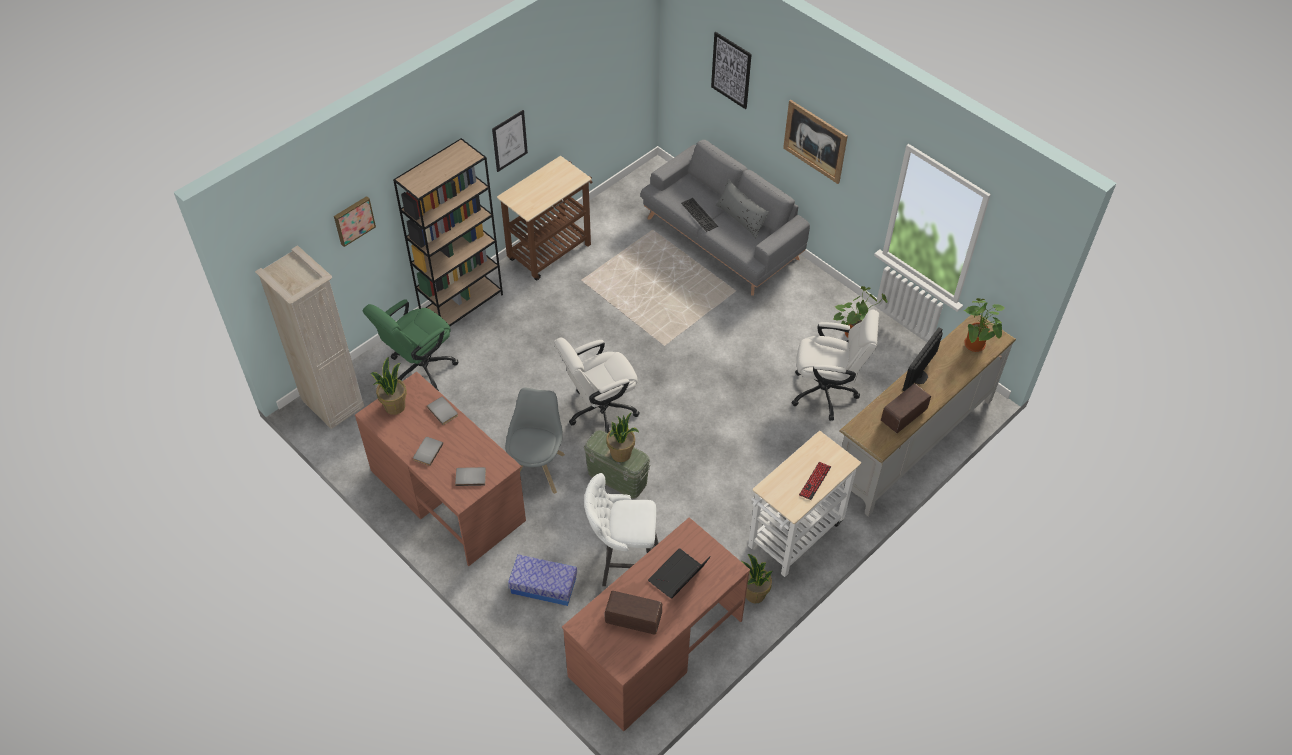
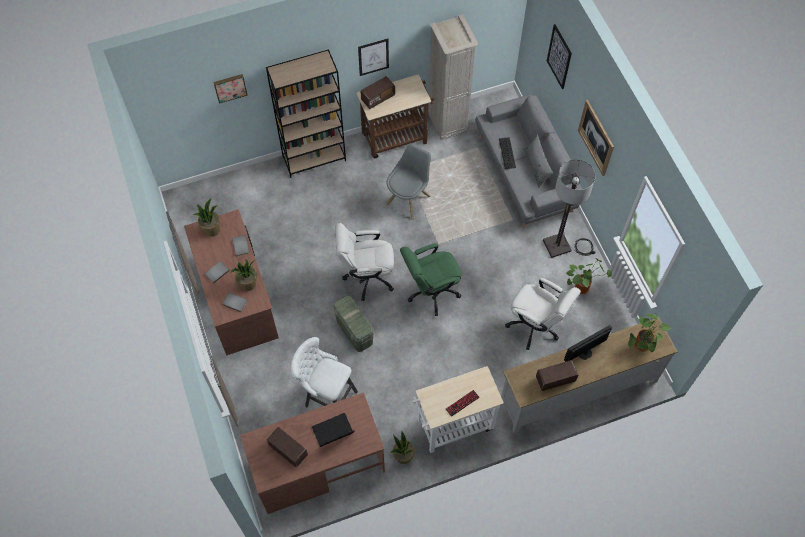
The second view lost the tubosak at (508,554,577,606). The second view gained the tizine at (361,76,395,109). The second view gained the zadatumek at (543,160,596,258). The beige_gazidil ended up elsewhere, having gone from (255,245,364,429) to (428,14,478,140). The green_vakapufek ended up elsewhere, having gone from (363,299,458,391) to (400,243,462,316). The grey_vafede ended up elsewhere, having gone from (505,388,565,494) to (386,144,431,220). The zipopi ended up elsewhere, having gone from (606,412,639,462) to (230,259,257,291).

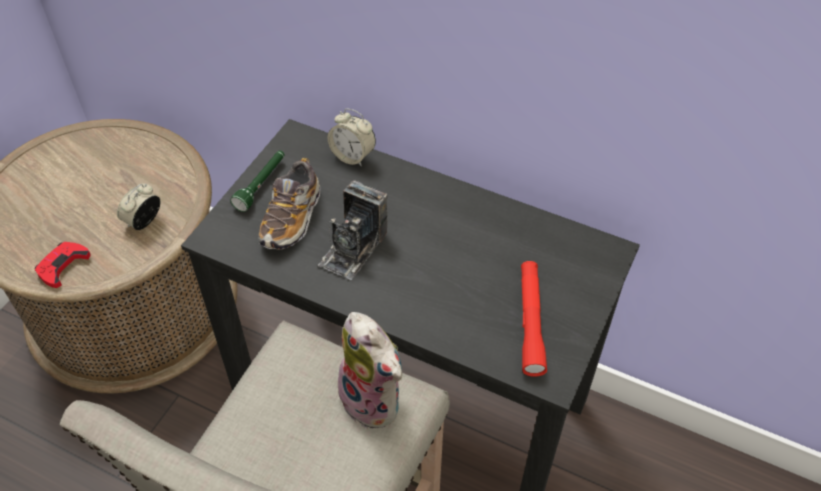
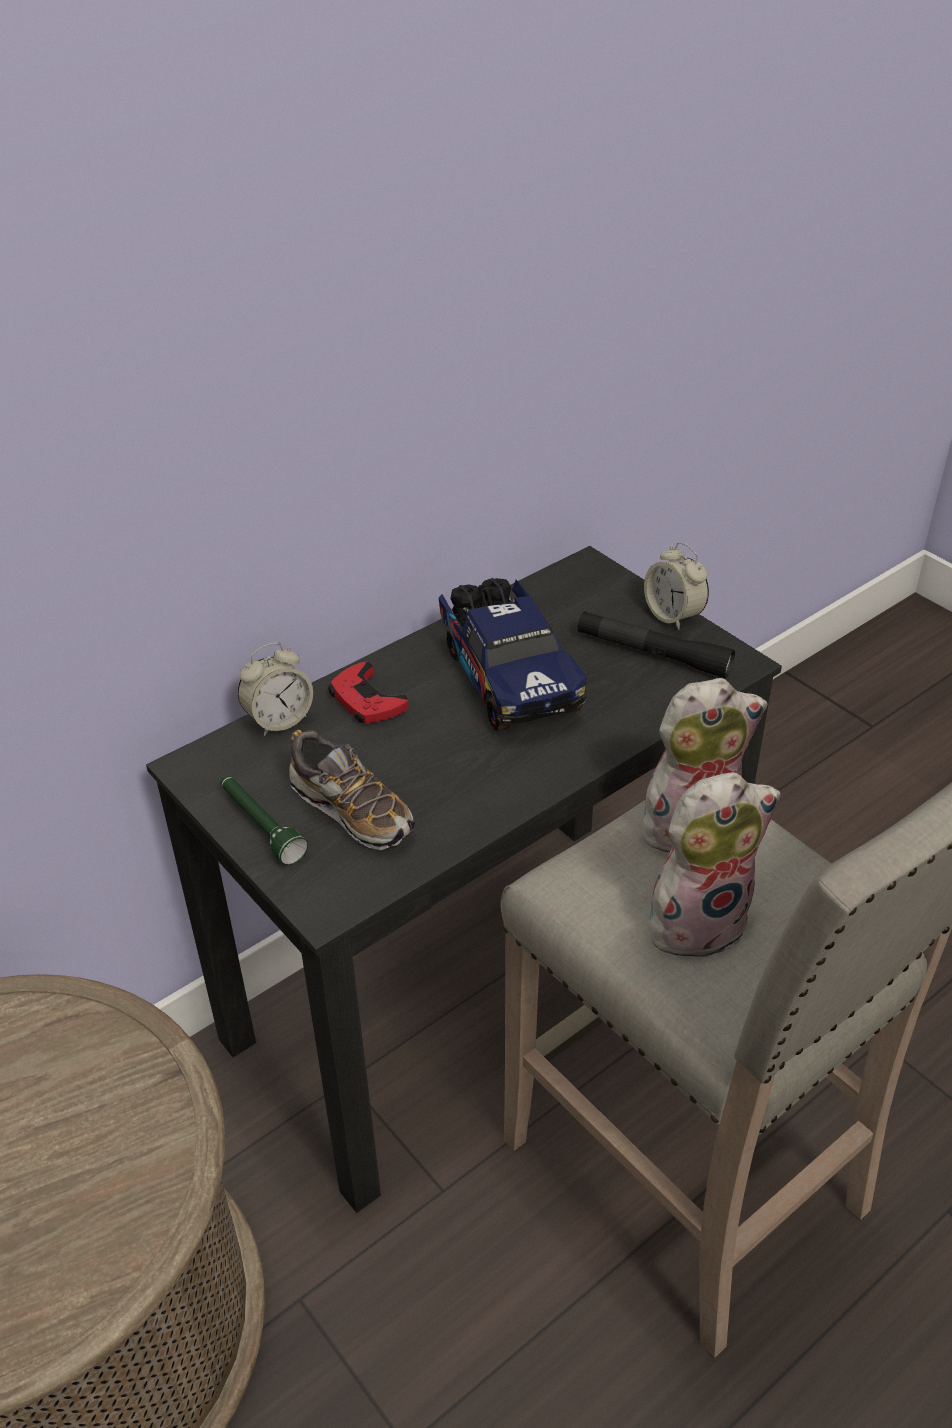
The second view lost the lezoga at (318,180,387,280). The second view gained the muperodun at (439,578,587,731). The second view gained the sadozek at (649,772,781,964). The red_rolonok ended up elsewhere, having gone from (35,242,91,288) to (328,661,409,724). The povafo ended up elsewhere, having gone from (117,184,160,230) to (644,542,709,630). What was the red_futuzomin at (521,261,547,377) turned into the black_futuzomin at (578,611,735,679).

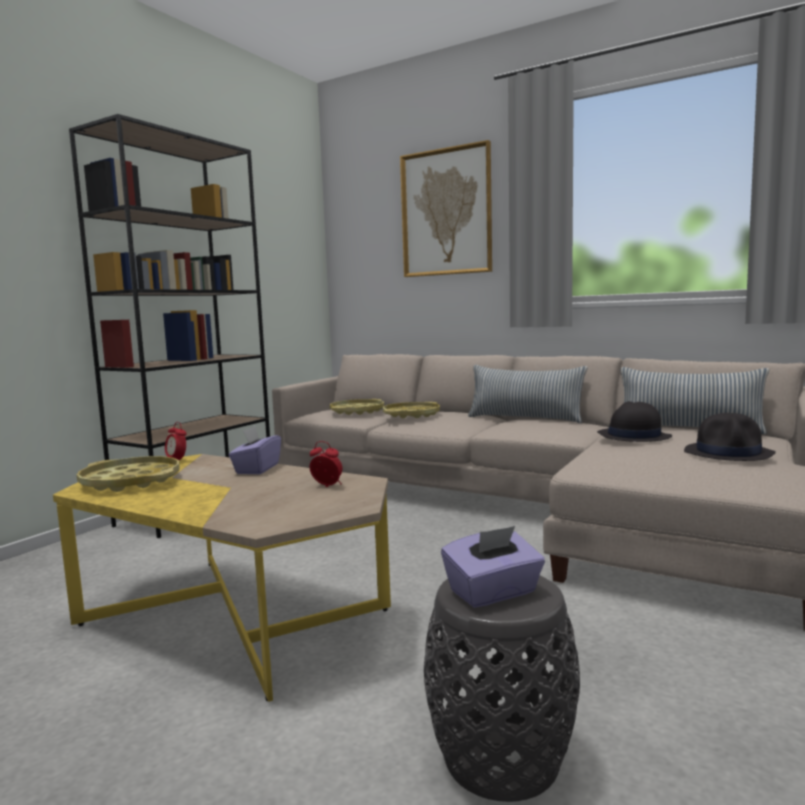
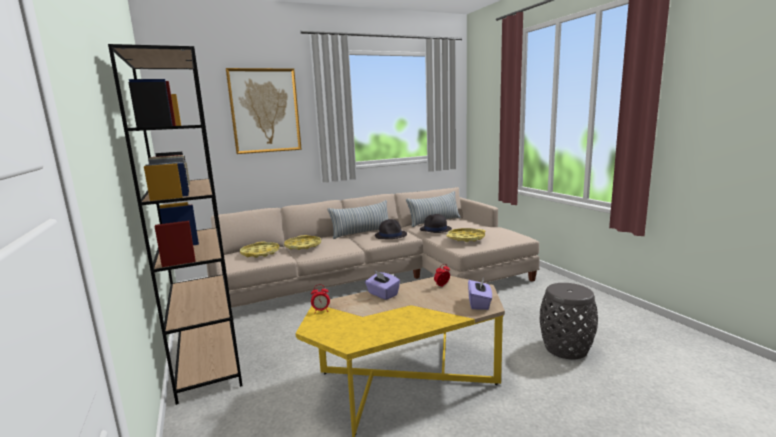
The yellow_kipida ended up elsewhere, having gone from (77,456,180,492) to (446,228,485,242). The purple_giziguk ended up elsewhere, having gone from (441,526,545,608) to (468,278,492,310). The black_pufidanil ended up elsewhere, having gone from (684,413,776,461) to (375,219,407,239).

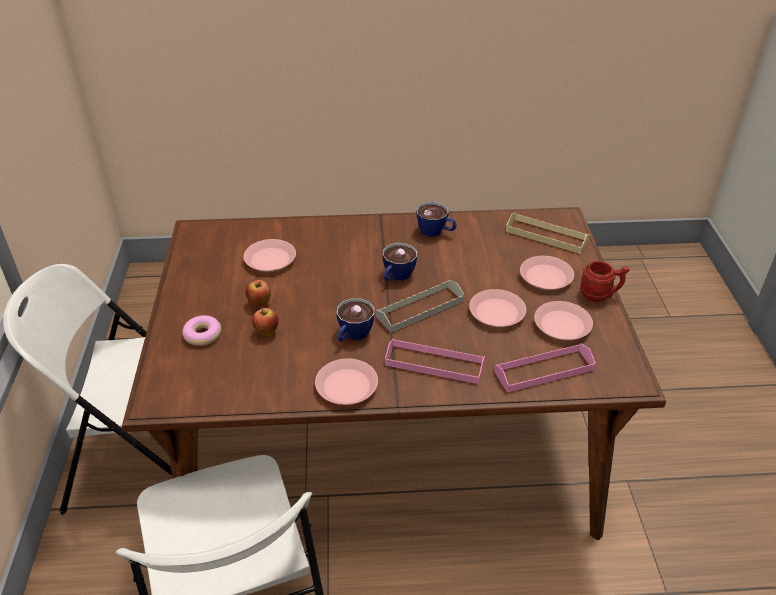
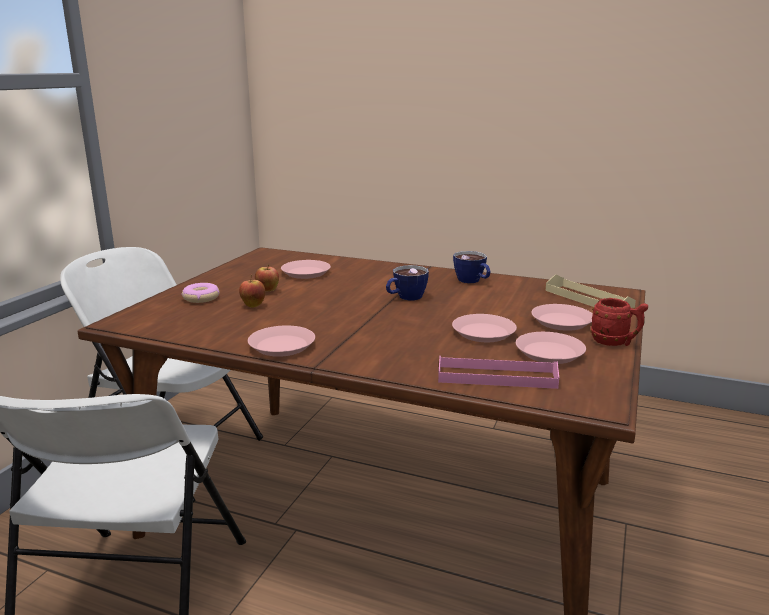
The second view lost the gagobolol at (336,298,374,342). The second view lost the grey_kipida at (376,280,464,333). The second view lost the pink_kipida at (385,339,485,384).

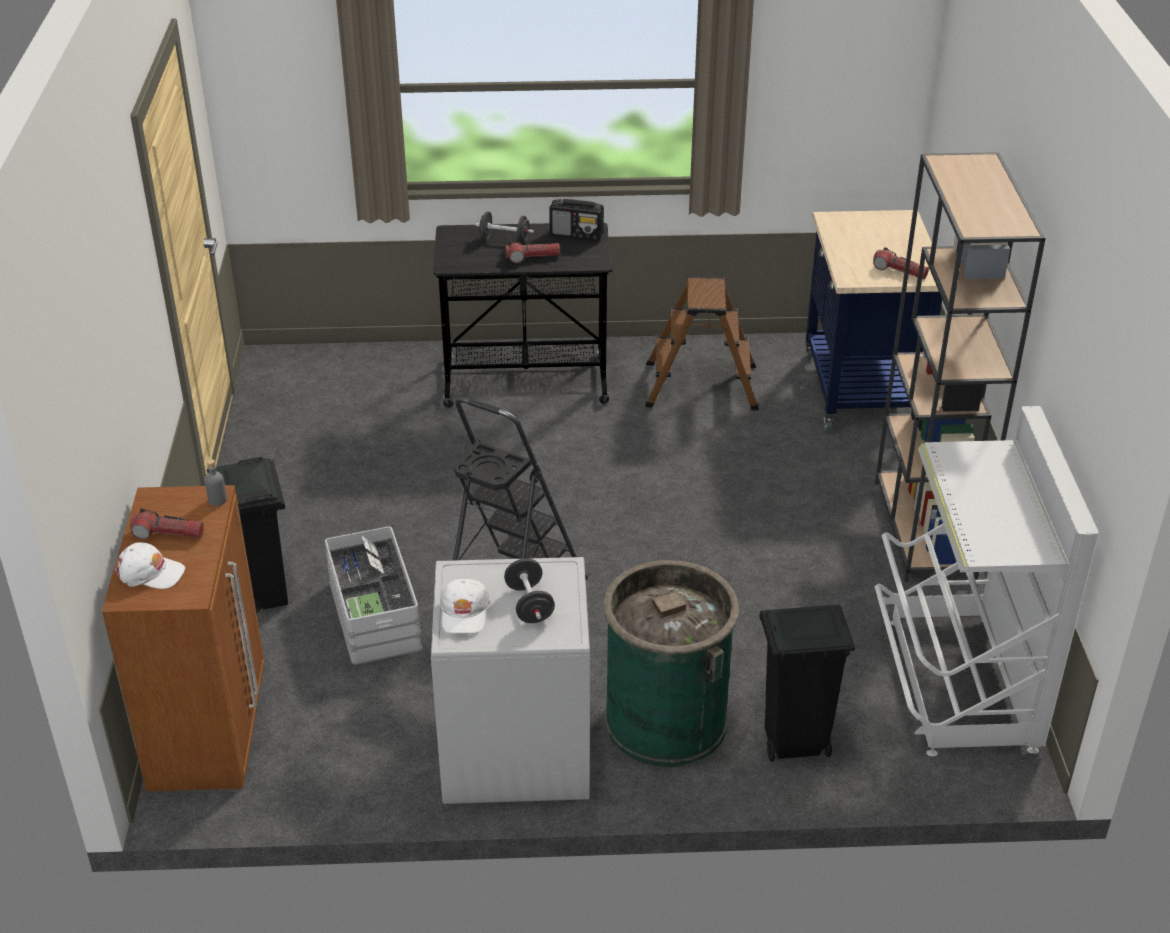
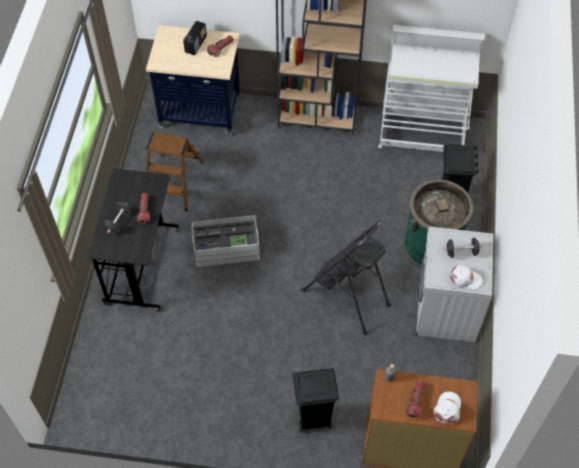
The grey_tubosak ended up elsewhere, having gone from (325,526,423,665) to (192,216,260,267). The tizine ended up elsewhere, having gone from (549,198,604,241) to (183,21,207,55).

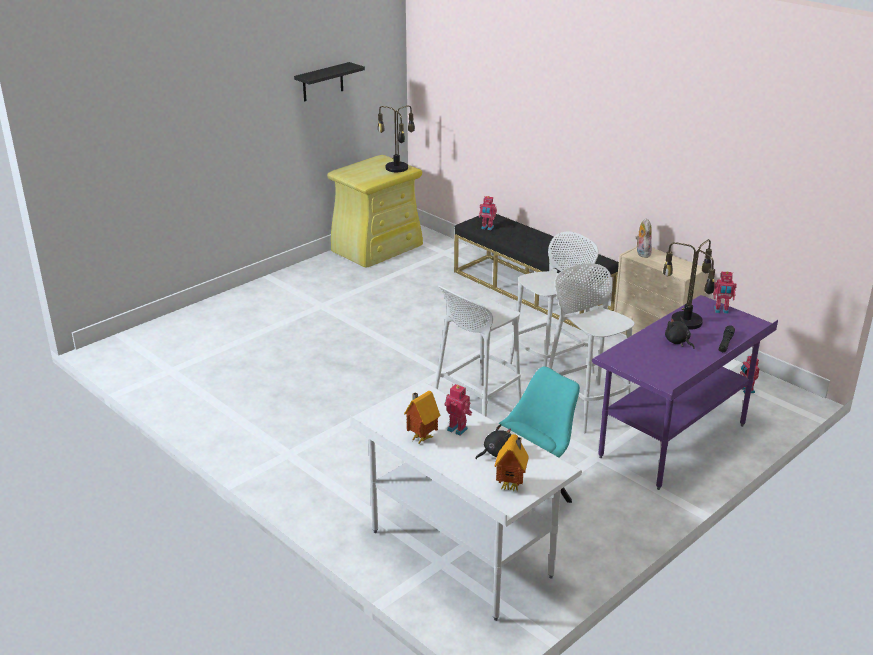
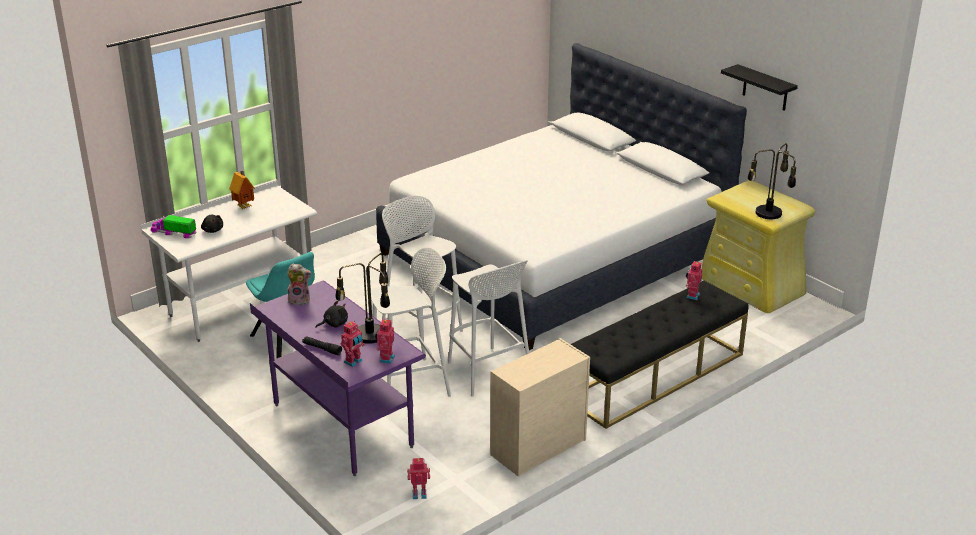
The second view gained the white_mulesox at (376,43,747,350). The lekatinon ended up elsewhere, having gone from (444,384,472,436) to (341,321,365,367). The sadozek ended up elsewhere, having gone from (636,218,652,258) to (287,263,311,305). Where the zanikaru stood at (494,434,529,491), the muperodun came to stand at (151,215,197,238).

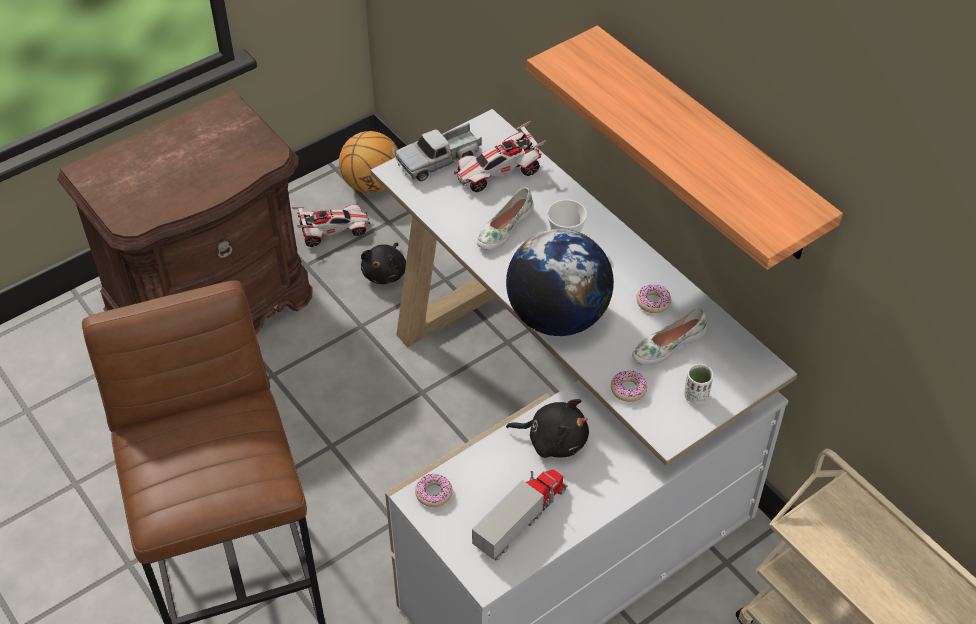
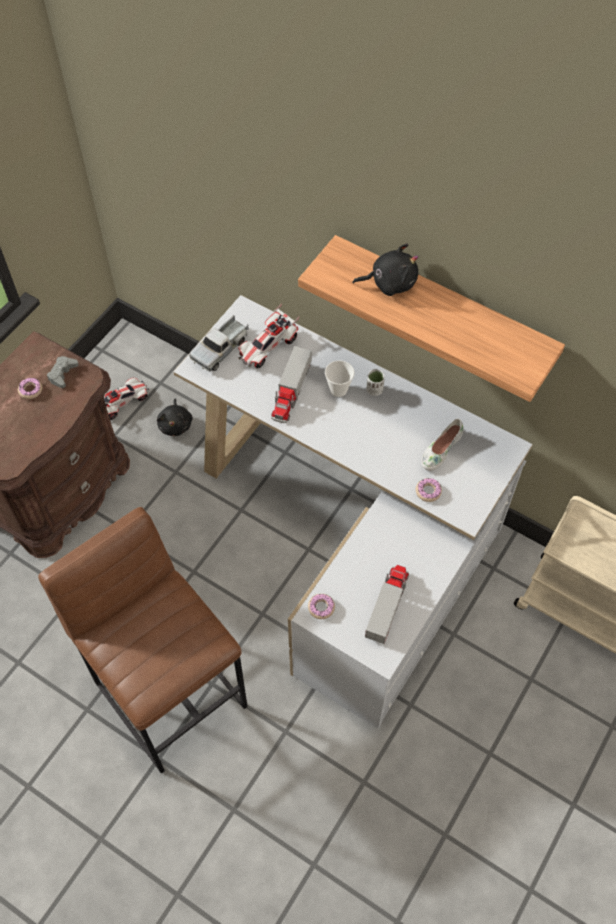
The second view lost the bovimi at (339,131,398,193). The second view lost the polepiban at (506,229,614,336). The second view gained the grey_rolonok at (47,356,79,388). The black_sadozek ended up elsewhere, having gone from (506,399,589,458) to (353,244,419,296). The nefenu ended up elsewhere, having gone from (637,284,671,313) to (18,378,42,399). The white_gagobolol ended up elsewhere, having gone from (684,364,713,404) to (366,369,385,396). Where the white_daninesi stood at (477,187,534,251), the muperodun came to stand at (271,346,312,423).

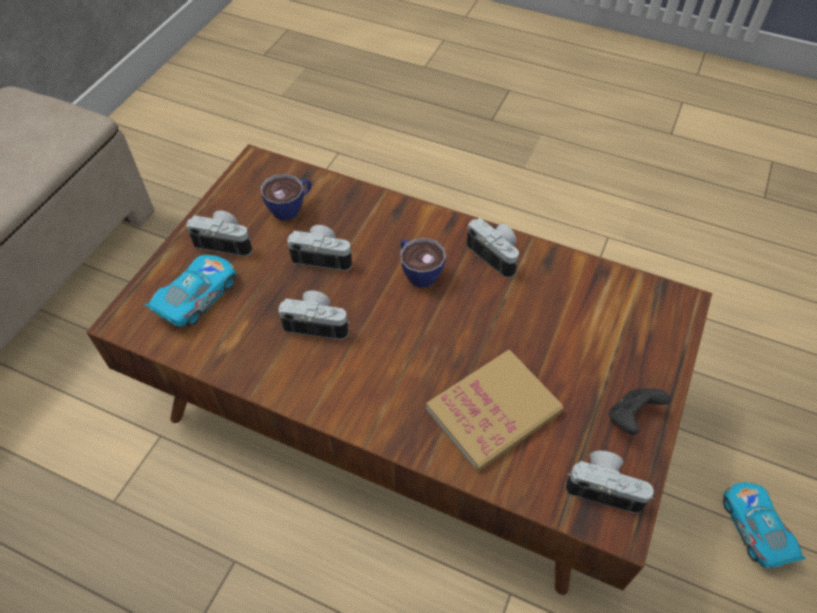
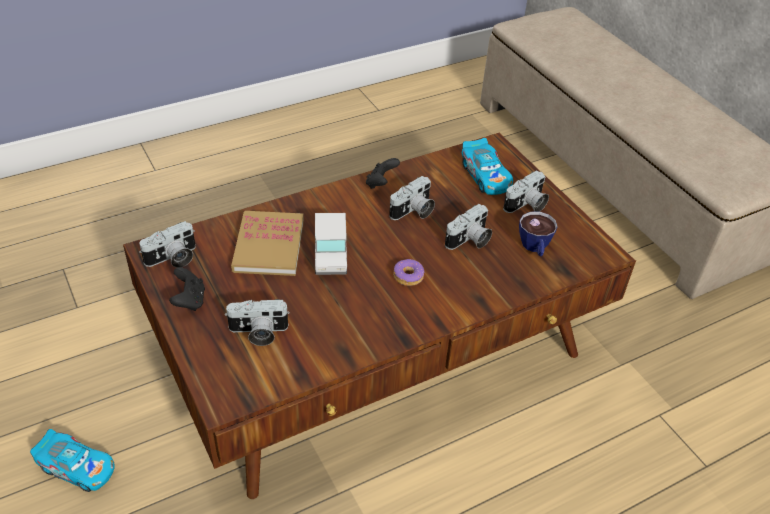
The second view gained the muperodun at (315,213,347,275). The second view gained the black_rolonok at (366,158,400,189). The lezoga ended up elsewhere, having gone from (466,218,519,278) to (225,299,290,346). Where the gagobolol stood at (400,238,446,288), the nefenu came to stand at (393,259,424,286).

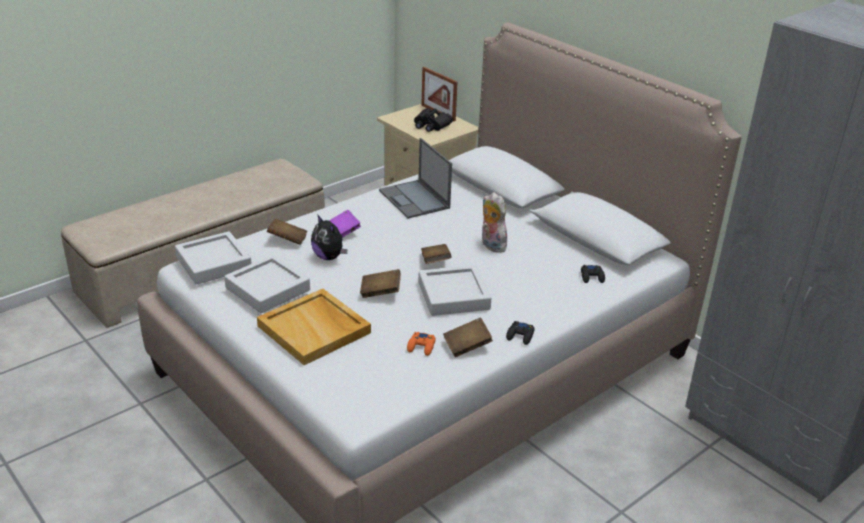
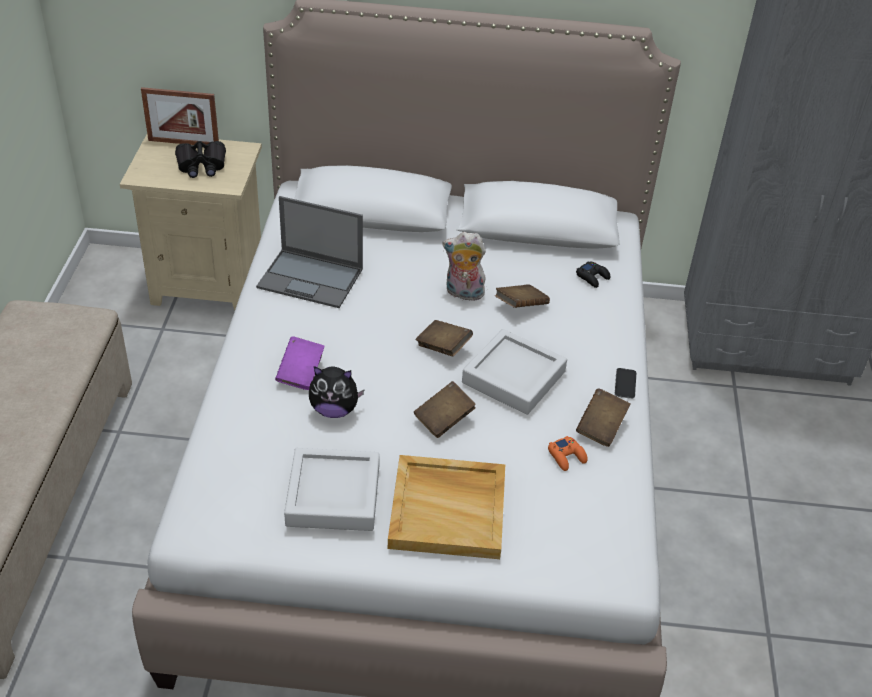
The second view lost the grey_kipida at (175,231,252,285). The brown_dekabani ended up elsewhere, having gone from (267,218,308,245) to (495,284,550,308). Where the black_rolonok stood at (506,321,535,345), the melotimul came to stand at (615,368,636,399).

